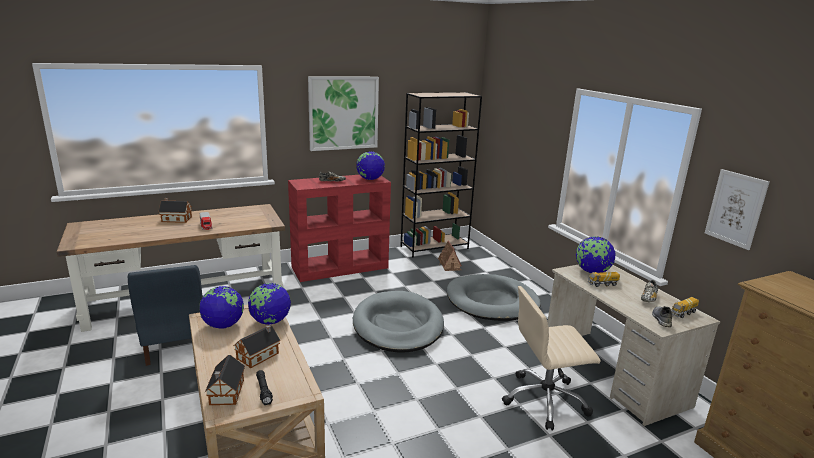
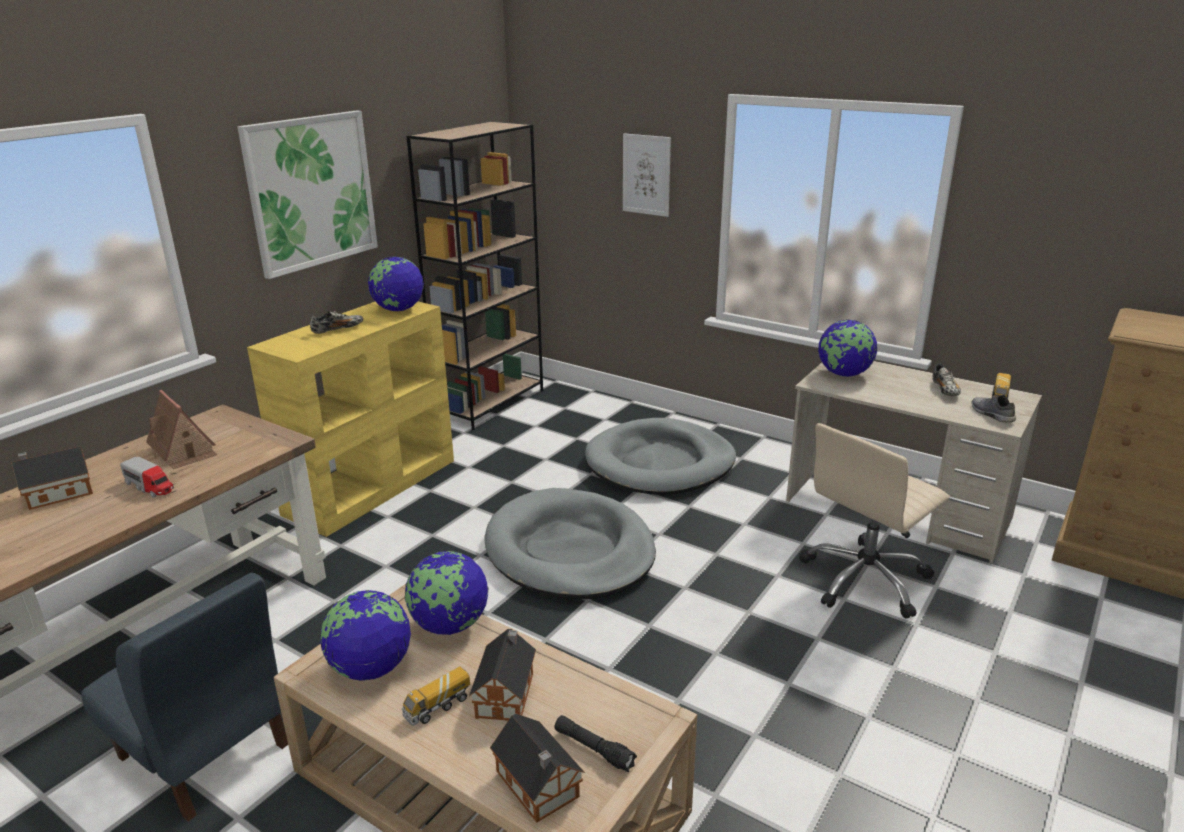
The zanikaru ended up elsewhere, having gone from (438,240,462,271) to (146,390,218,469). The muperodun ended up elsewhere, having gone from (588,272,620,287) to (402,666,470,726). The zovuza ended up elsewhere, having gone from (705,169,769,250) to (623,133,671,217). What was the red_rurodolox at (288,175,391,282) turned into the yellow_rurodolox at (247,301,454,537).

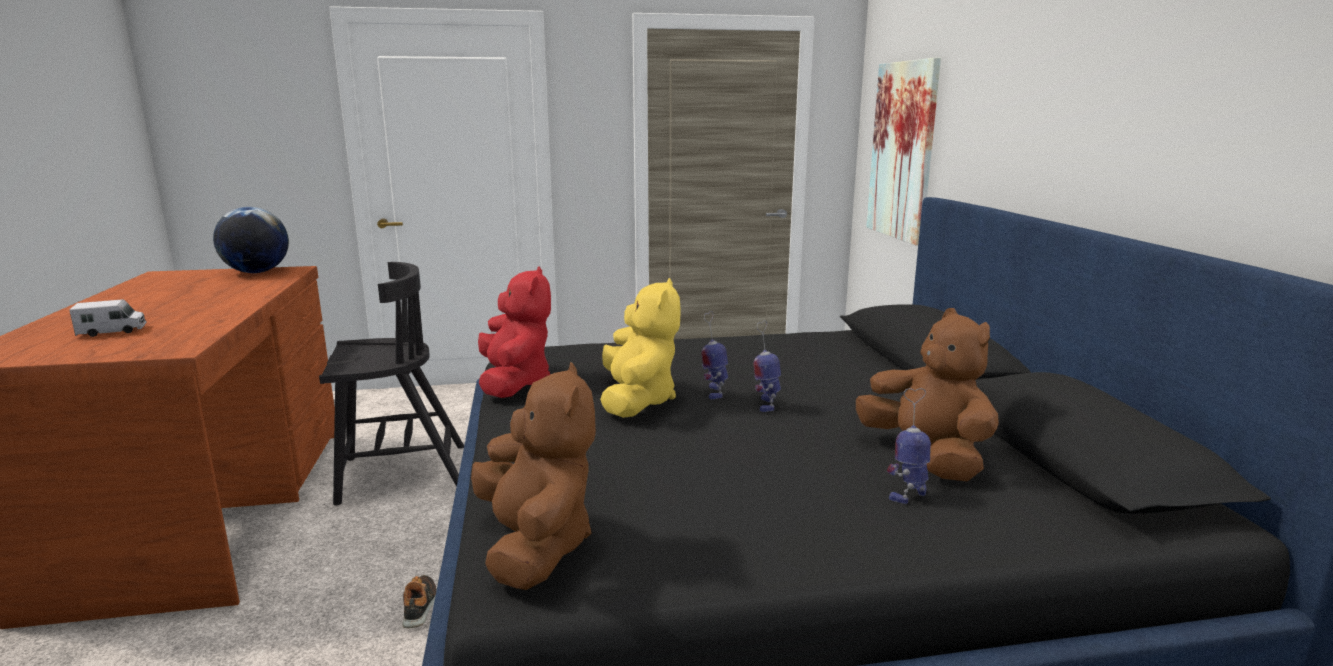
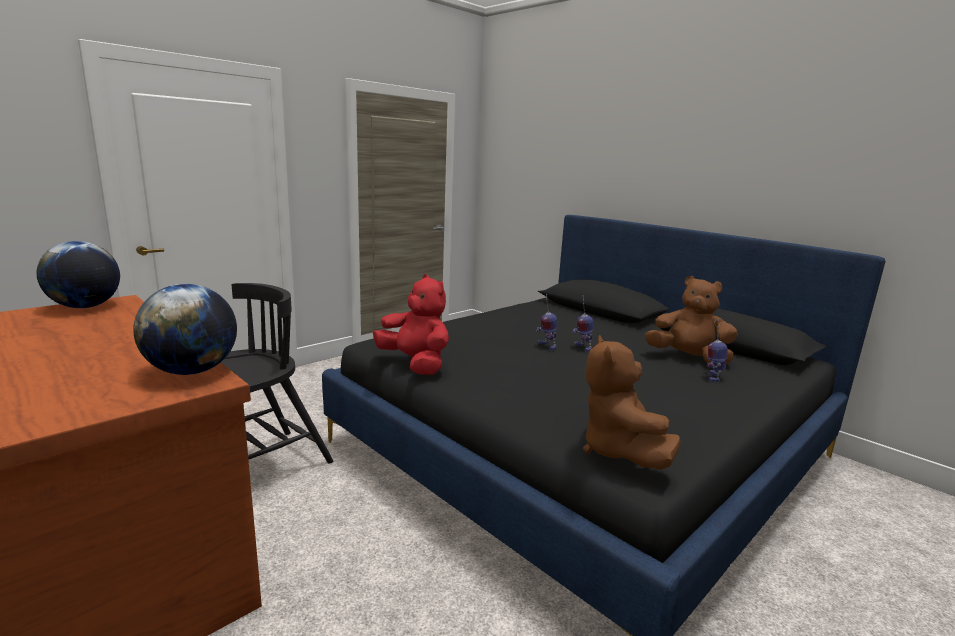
The second view lost the muperodun at (69,299,147,337). The second view lost the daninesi at (402,575,437,628). The second view lost the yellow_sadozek at (600,278,681,418). The second view lost the zovuza at (866,57,941,246). The second view gained the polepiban at (133,284,237,375). The brown_sadozek at (471,362,596,590) ended up facing another way, 135 degrees counterclockwise from before.

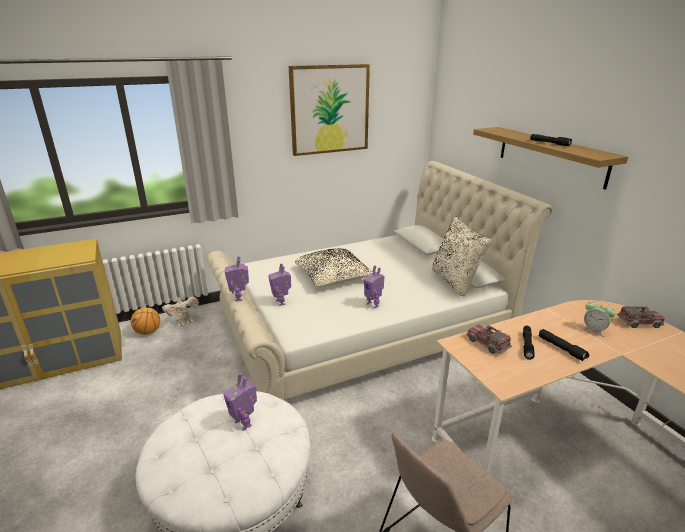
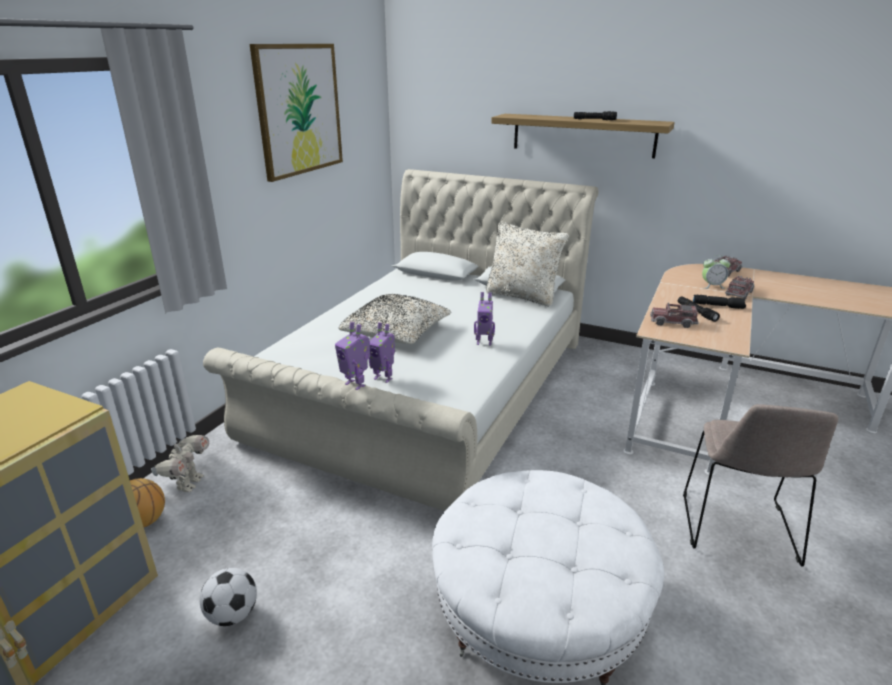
The second view lost the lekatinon at (223,373,257,431). The second view gained the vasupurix at (200,568,257,626). The second view gained the muperodun at (725,276,755,299).

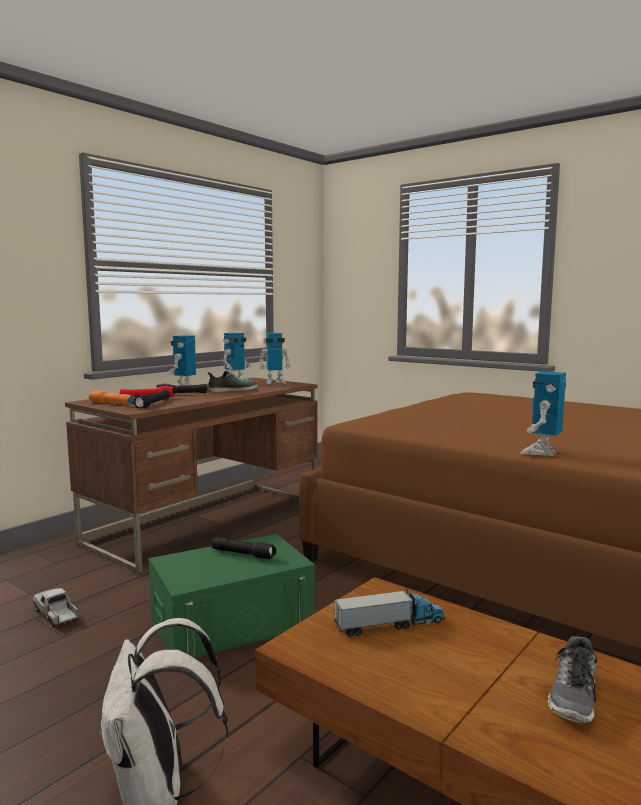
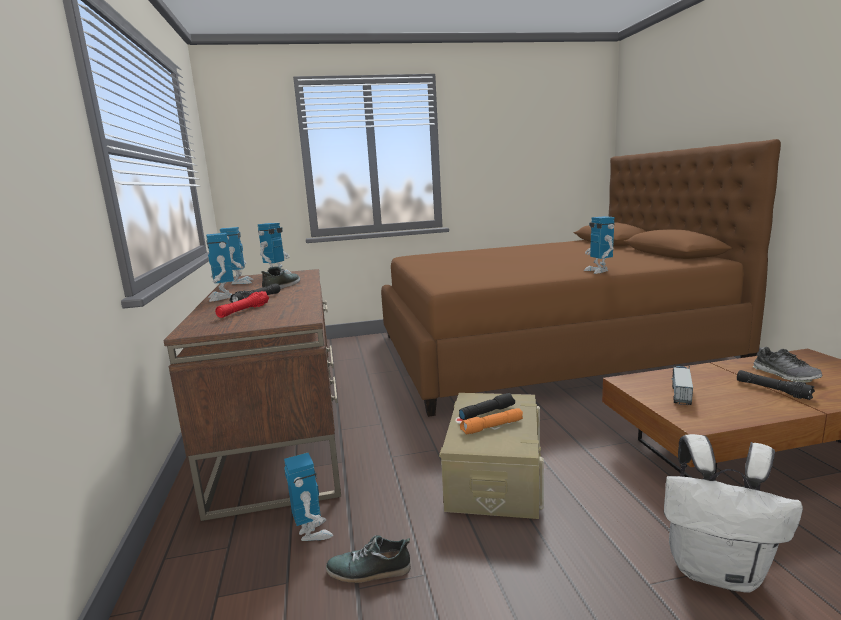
The second view gained the lekatinon at (284,453,333,541). The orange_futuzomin ended up elsewhere, having gone from (89,391,135,405) to (460,408,523,435). The black_futuzomin ended up elsewhere, having gone from (133,390,170,408) to (737,370,815,400). Where the muperodun stood at (32,588,79,627), the daninesi came to stand at (326,535,411,583). What was the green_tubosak at (149,534,315,658) turned into the beige_tubosak at (439,393,544,519).

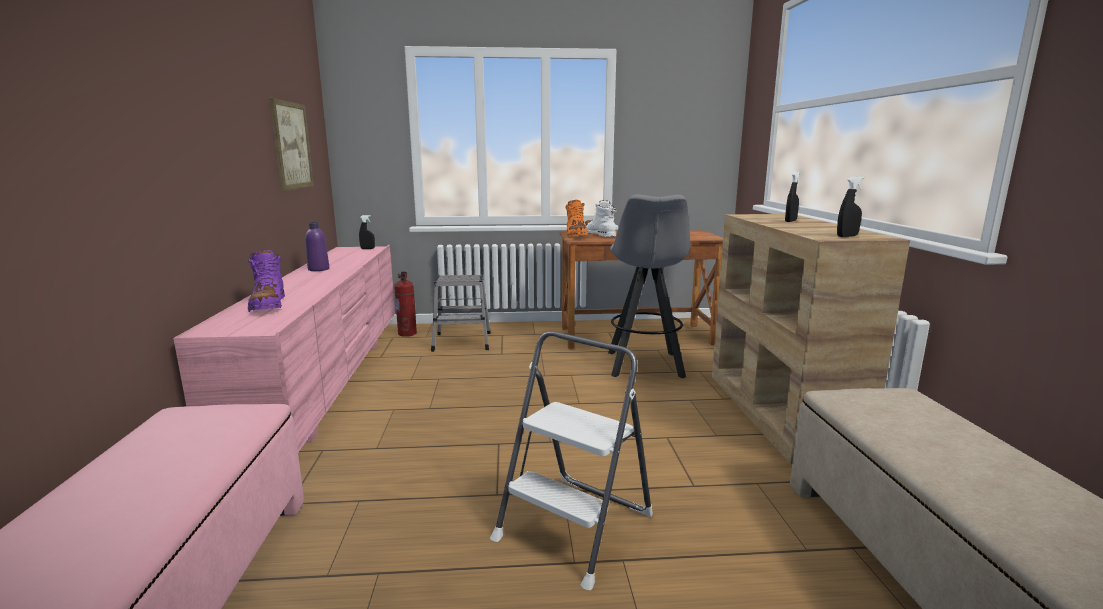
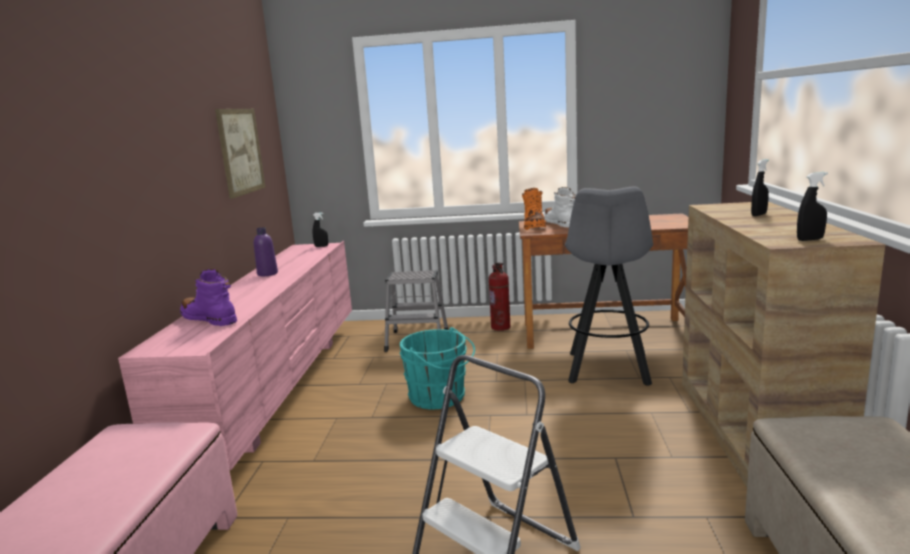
The second view gained the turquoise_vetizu at (399,327,475,410). The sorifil ended up elsewhere, having gone from (394,271,417,337) to (489,262,510,331). The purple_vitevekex at (247,250,285,312) ended up facing another way, 135 degrees clockwise from before.

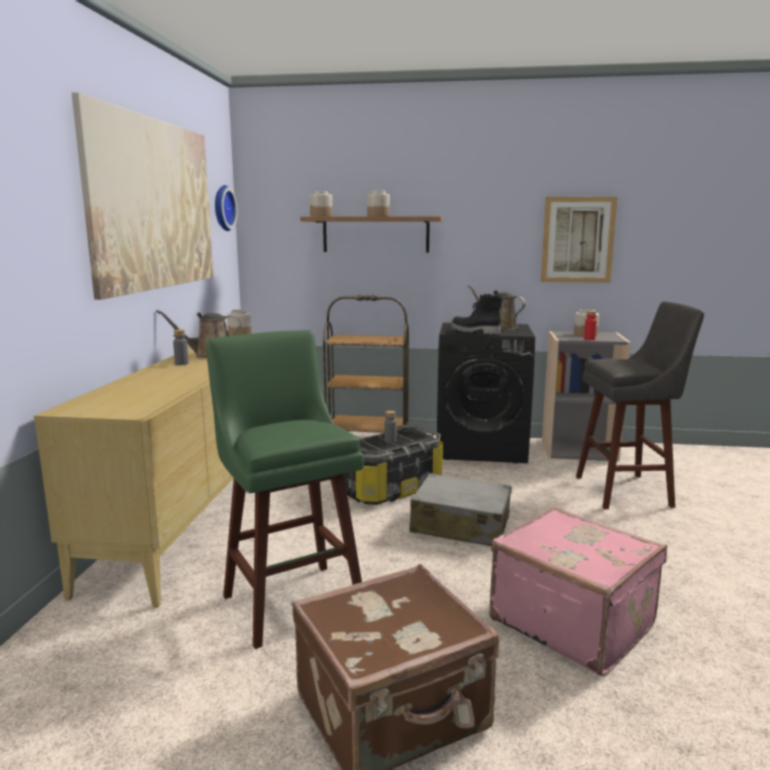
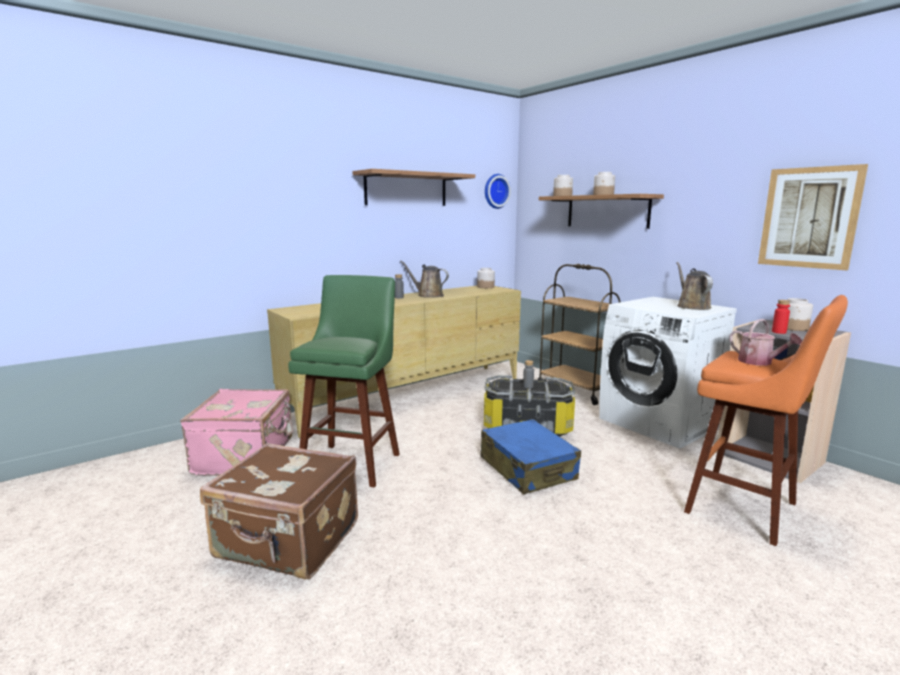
The second view lost the black_vitevekex at (451,294,503,334). The second view gained the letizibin at (729,319,802,366). The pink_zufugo ended up elsewhere, having gone from (489,506,667,676) to (180,389,293,476). Where the zovuza hung at (72,92,214,300), the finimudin came to hang at (353,169,475,206). What was the grey_zufugo at (409,473,511,547) turned into the blue_zufugo at (480,419,581,494). What was the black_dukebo at (437,323,535,463) turned into the white_dukebo at (599,297,737,449). What was the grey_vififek at (576,301,704,509) turned into the orange_vififek at (684,295,848,546).

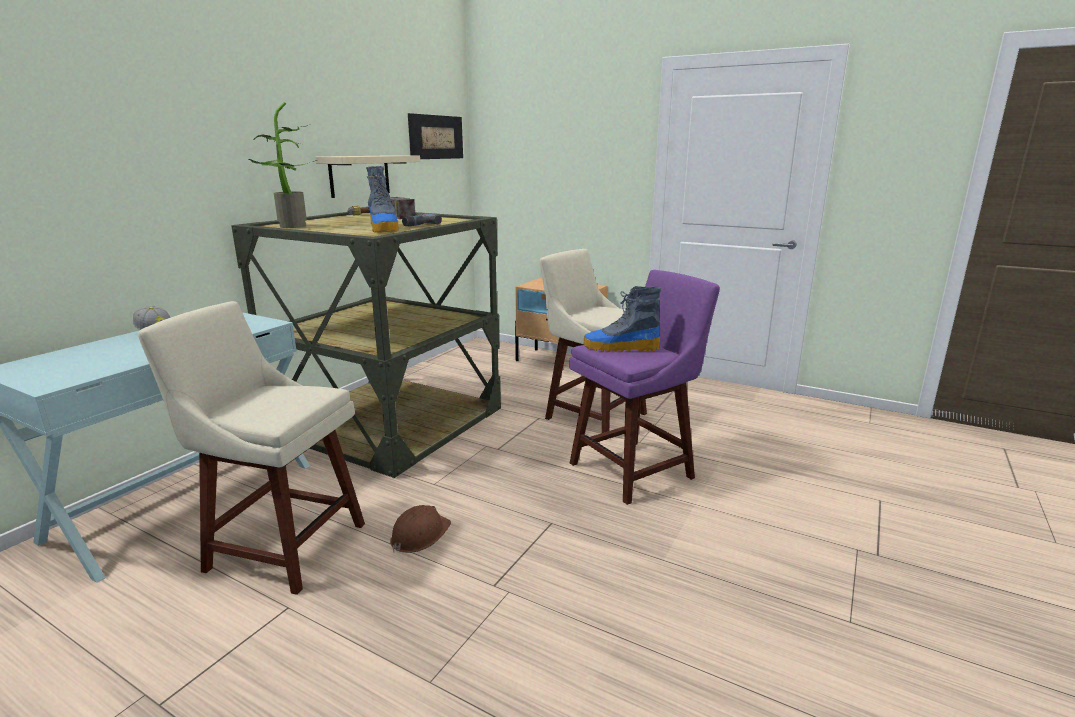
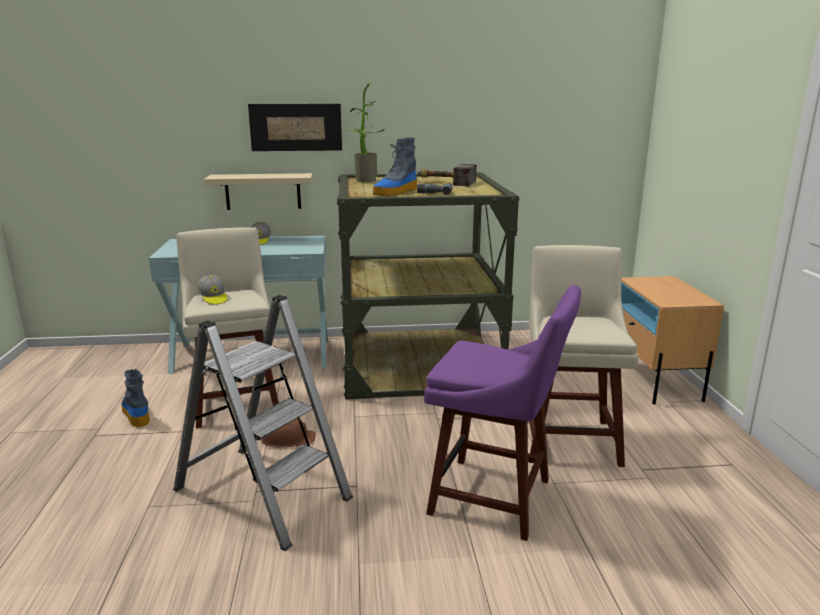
The second view gained the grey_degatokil at (173,295,353,551). The second view gained the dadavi at (198,275,227,305). The beige_finimudin ended up elsewhere, having gone from (315,155,420,198) to (204,173,313,210). The zovuza ended up elsewhere, having gone from (408,113,463,159) to (248,104,342,151). The vitevekex ended up elsewhere, having gone from (584,286,661,352) to (121,369,150,427).

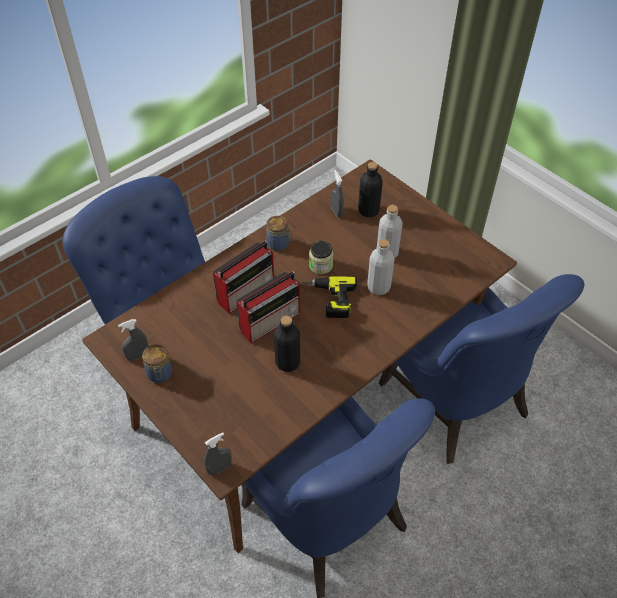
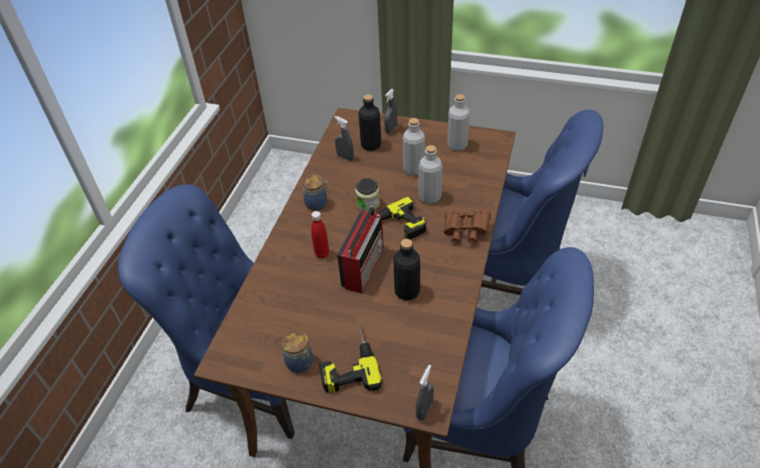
The second view gained the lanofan at (319,324,382,394). The second view gained the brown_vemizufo at (444,209,491,244). The second view gained the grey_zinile at (447,94,470,151). The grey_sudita ended up elsewhere, having gone from (118,319,149,361) to (384,89,397,133). Where the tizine stood at (213,241,274,314), the red_zinile came to stand at (311,211,329,259).

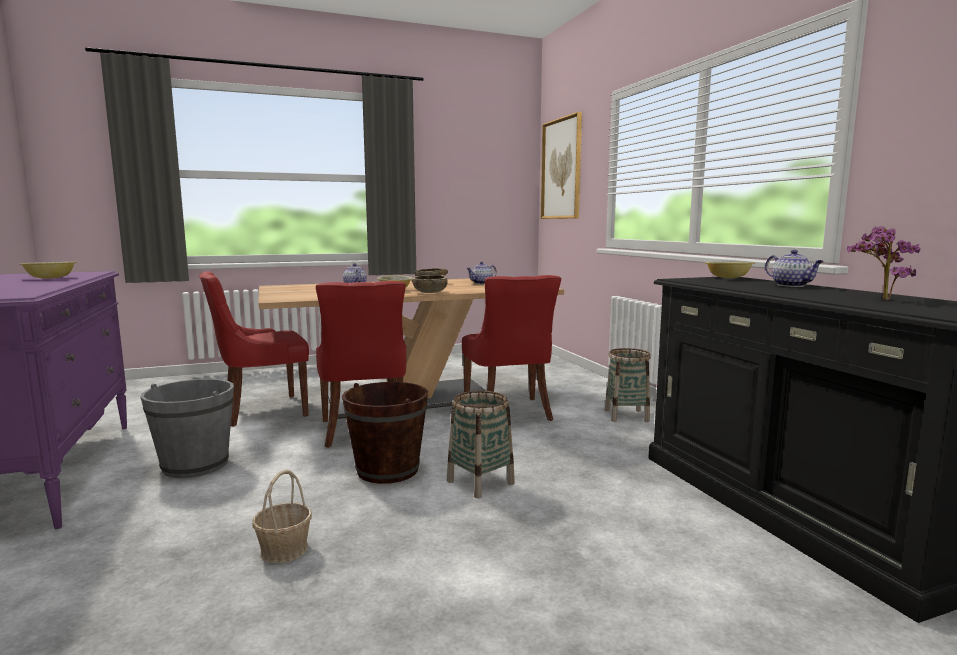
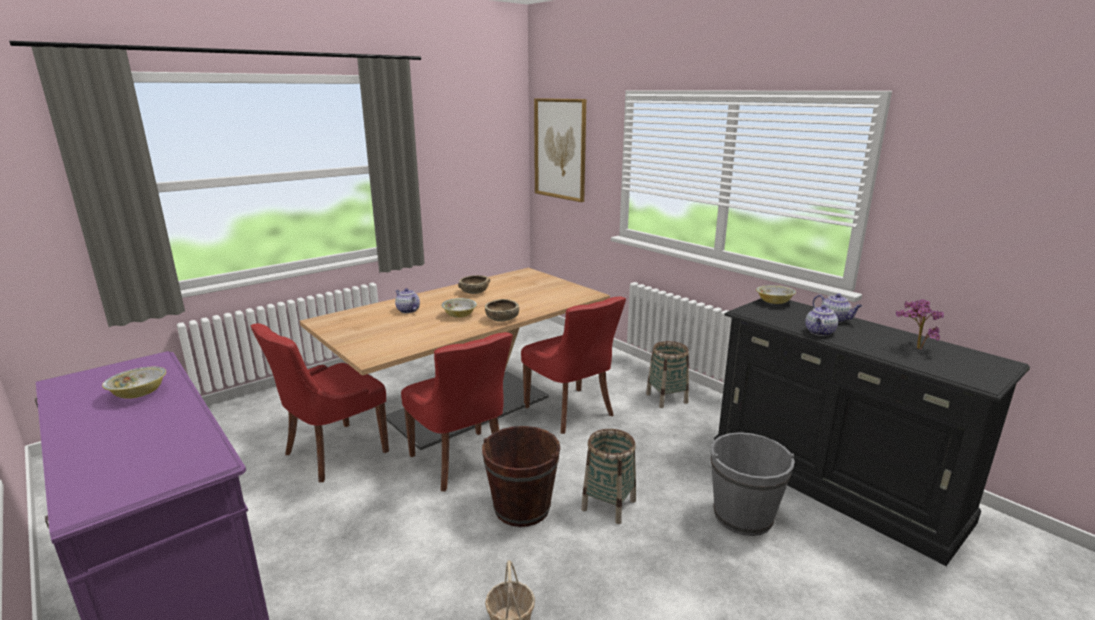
The grey_vetizu ended up elsewhere, having gone from (140,379,234,478) to (711,432,795,536). The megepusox ended up elsewhere, having gone from (467,262,497,284) to (805,305,838,336).

